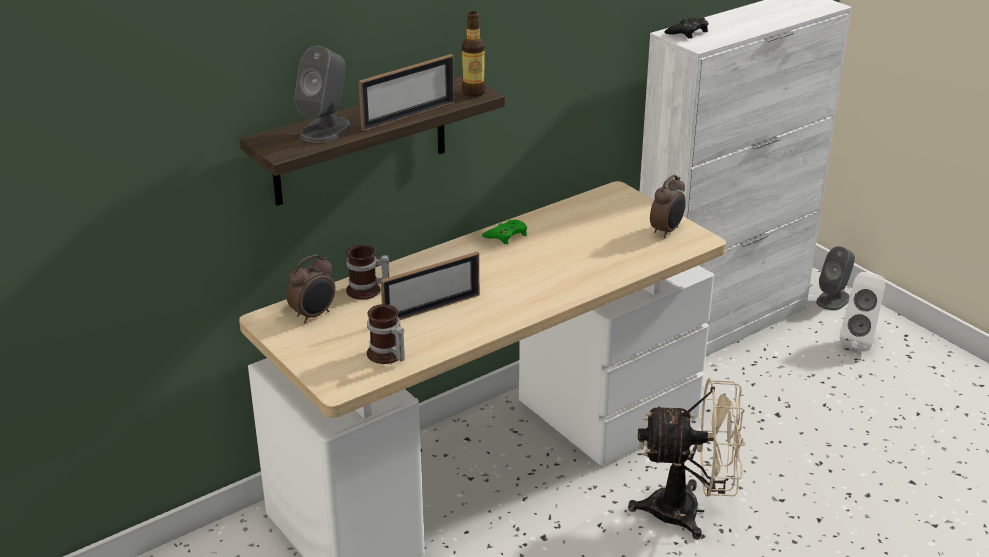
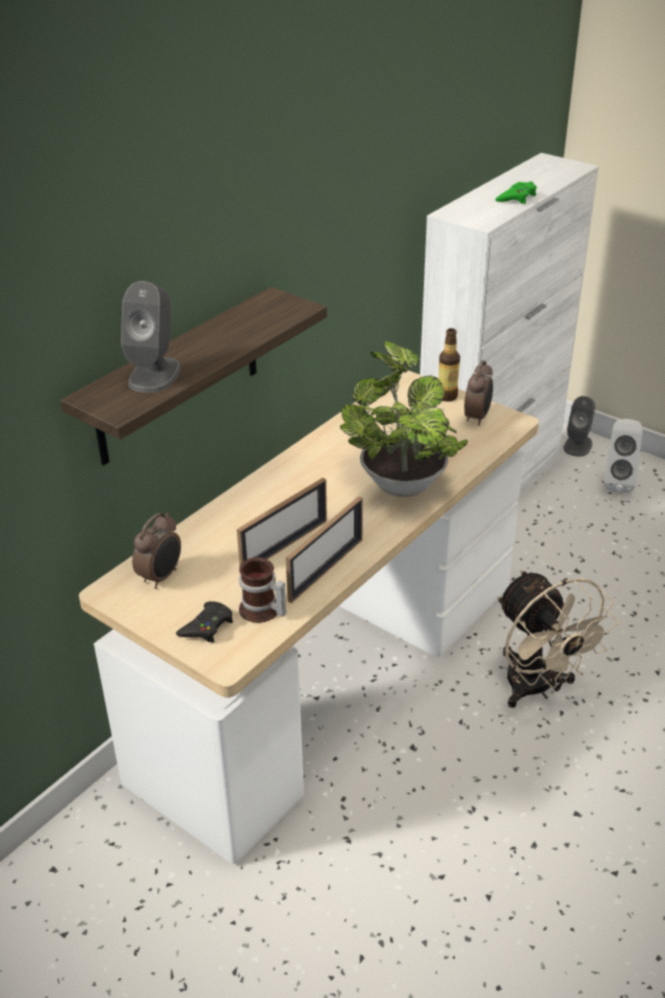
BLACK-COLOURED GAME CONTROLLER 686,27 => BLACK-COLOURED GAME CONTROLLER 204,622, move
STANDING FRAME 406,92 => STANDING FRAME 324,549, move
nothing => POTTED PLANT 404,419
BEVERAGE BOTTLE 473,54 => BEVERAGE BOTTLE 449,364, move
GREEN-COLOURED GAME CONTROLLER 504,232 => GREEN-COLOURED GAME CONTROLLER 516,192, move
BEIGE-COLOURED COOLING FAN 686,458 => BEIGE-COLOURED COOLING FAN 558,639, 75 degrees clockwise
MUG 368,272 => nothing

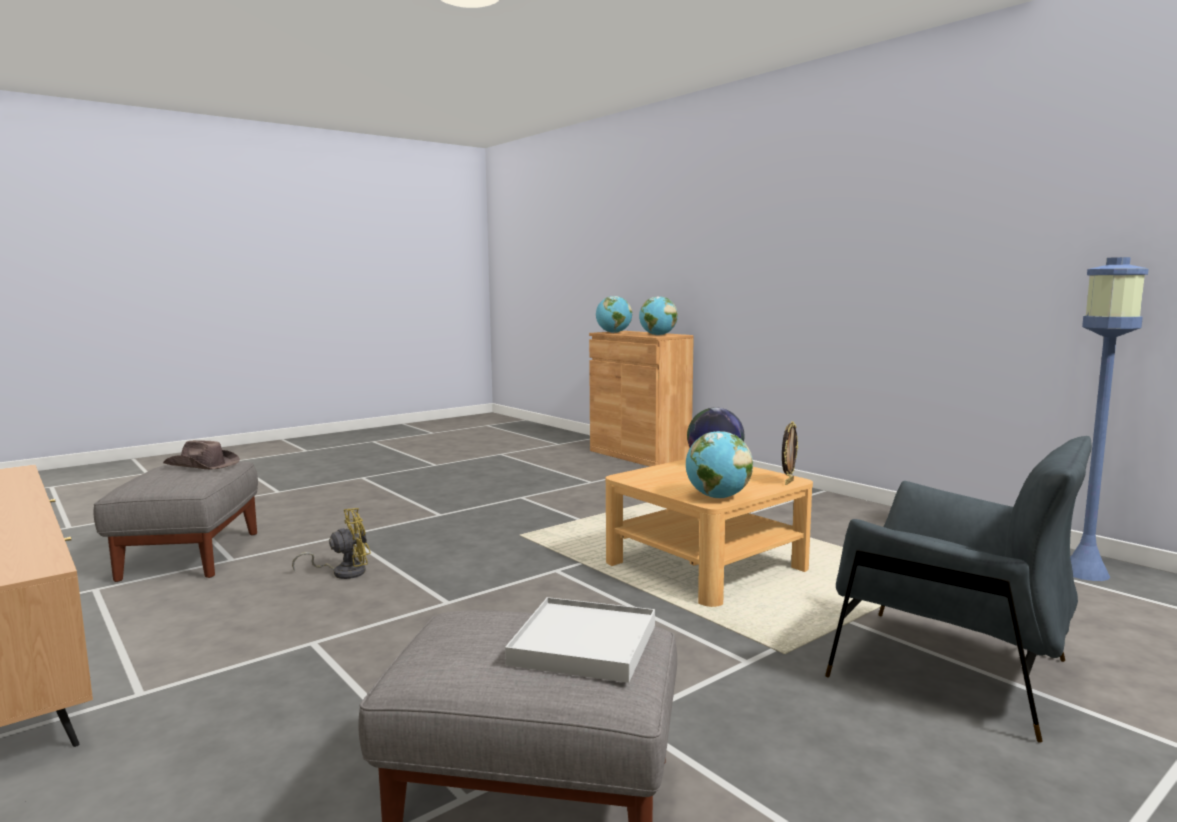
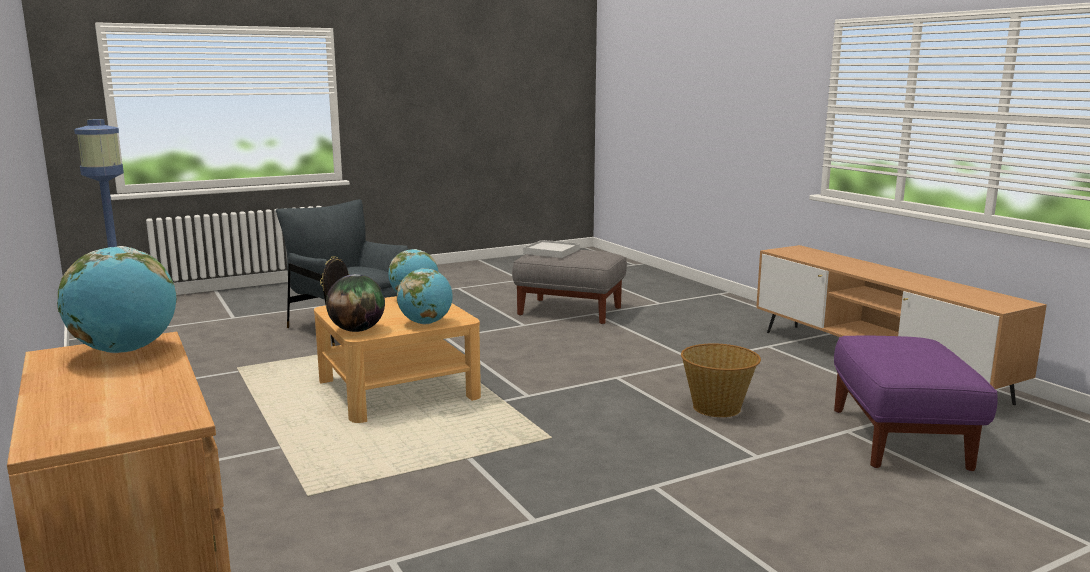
WORLD GLOBE 614,314 => WORLD GLOBE 425,296, move
YELLOW COOLING FAN 331,543 => HOUSEHOLD BASKET 721,380
GREY OTTOMAN 176,521 => PURPLISH OTTOMAN 916,403
BROWN-COLOURED CLOTHING HAT 201,454 => nothing

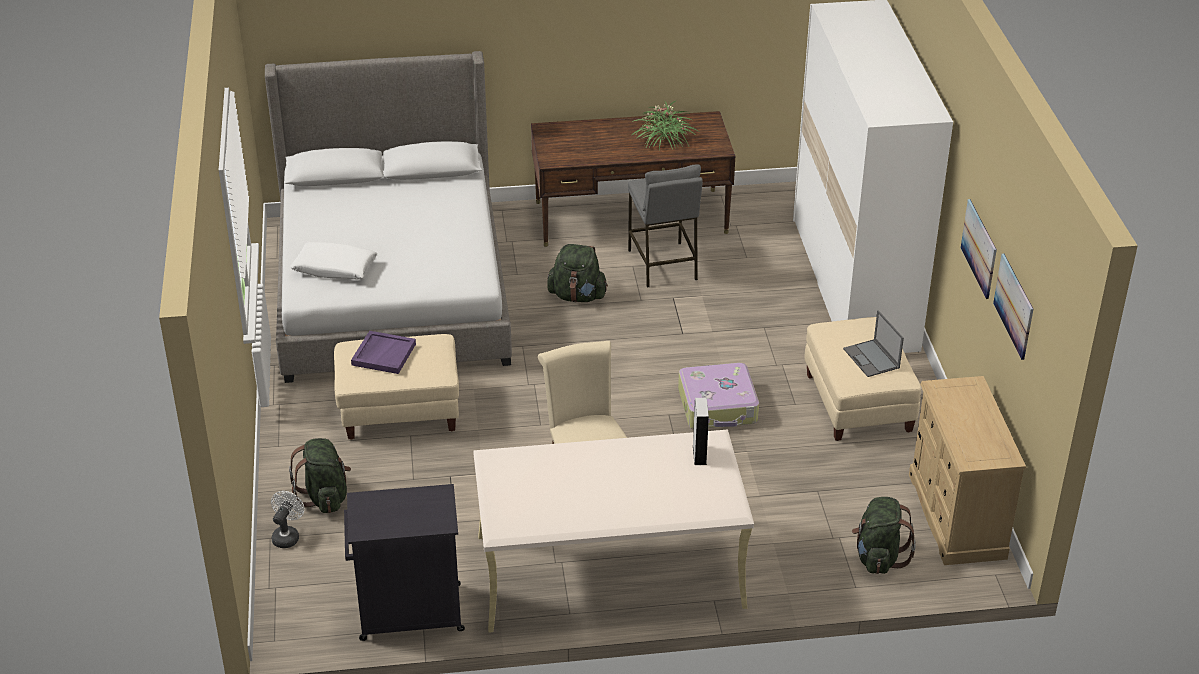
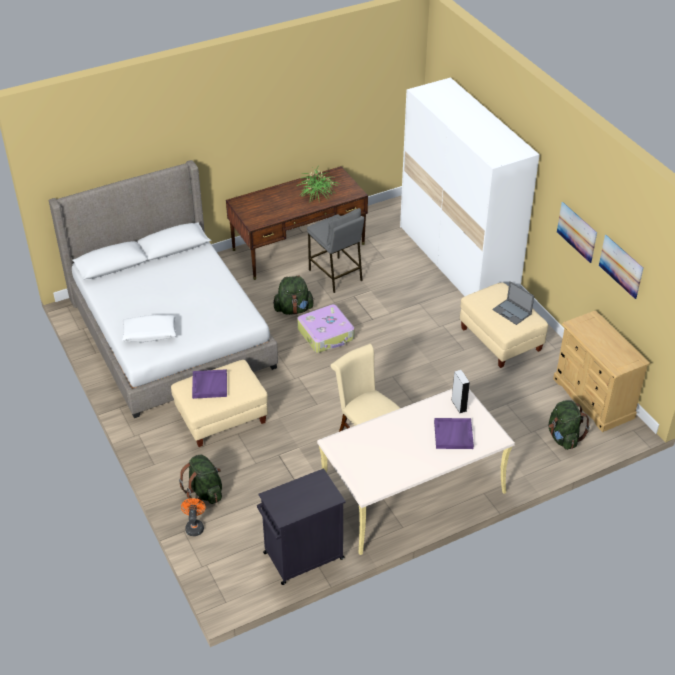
WHITE-COLOURED COOLING FAN 288,519 => ORANGE-COLOURED COOLING FAN 193,517
TRAVEL CASE 718,396 => TRAVEL CASE 325,328, move
nothing => PURPLISH SERVING TRAY 454,433

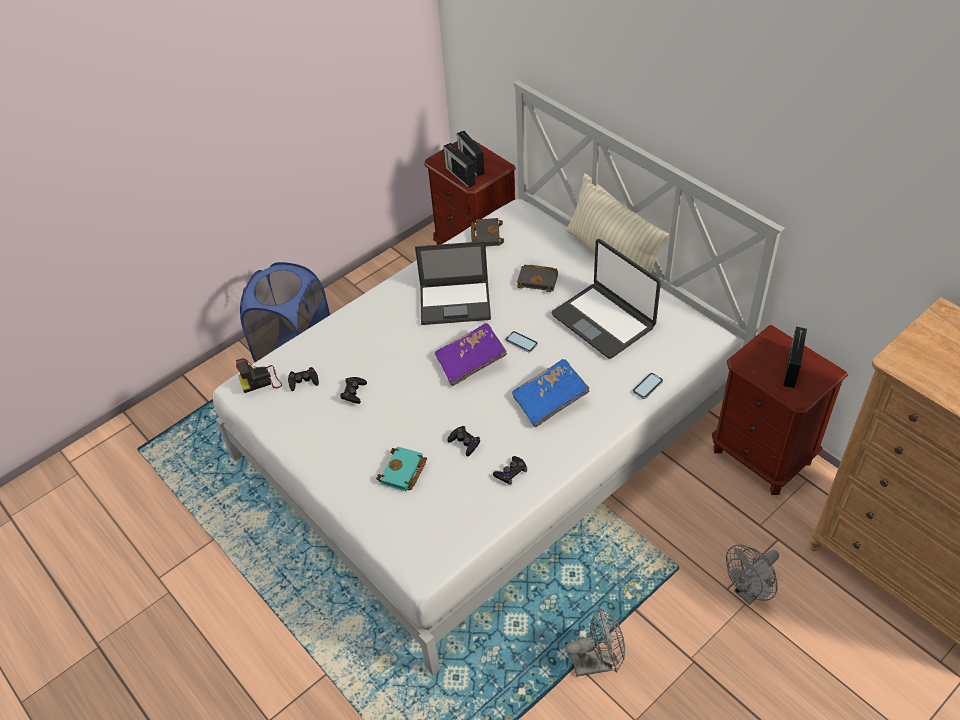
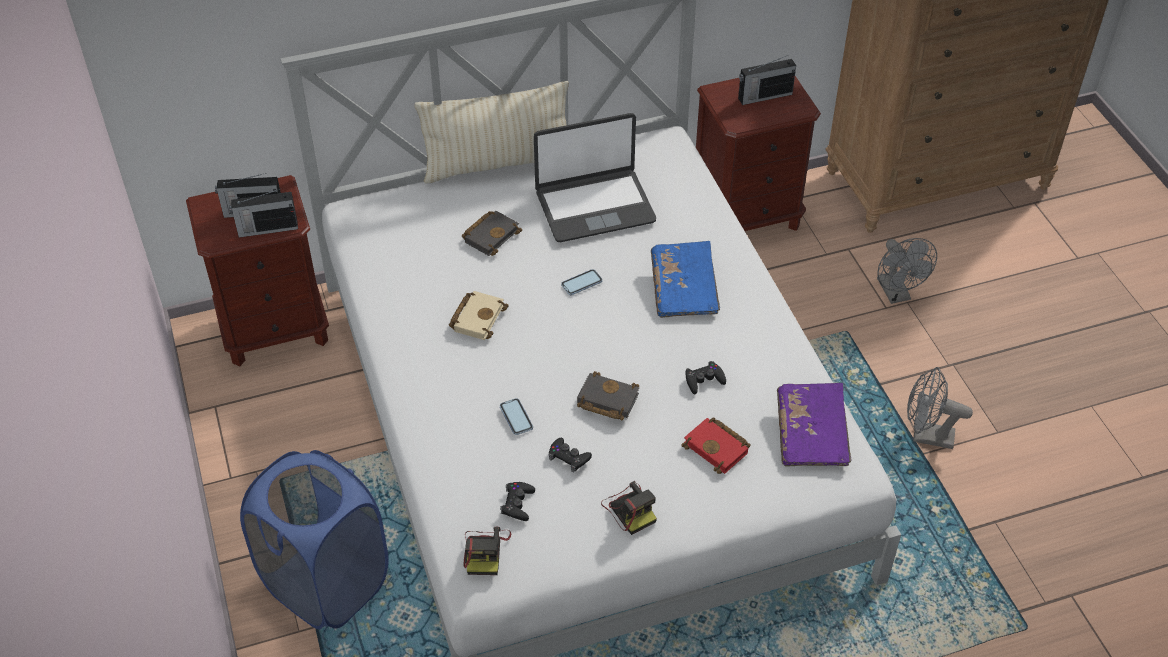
NOTEBOOK COMPUTER 453,283 => BEIGE-COLOURED VOLUME 479,315
PHONE 648,386 => PHONE 516,416, move
BLACK-COLOURED VOLUME 487,232 => BLACK-COLOURED VOLUME 608,395, move
nothing => STILL CAMERA 629,508
TURQUOISE-COLOURED VOLUME 401,468 => REDDISH VOLUME 716,445
RADIO SET 795,357 => RADIO SET 767,80, 60 degrees counterclockwise
PURPLISH VOLUME 471,354 => PURPLISH VOLUME 814,424, move
GREY COOLING FAN 595,642 => GREY COOLING FAN 940,408, 90 degrees counterclockwise
BLACK-COLOURED GAME CONTROLLER 510,470 => nothing

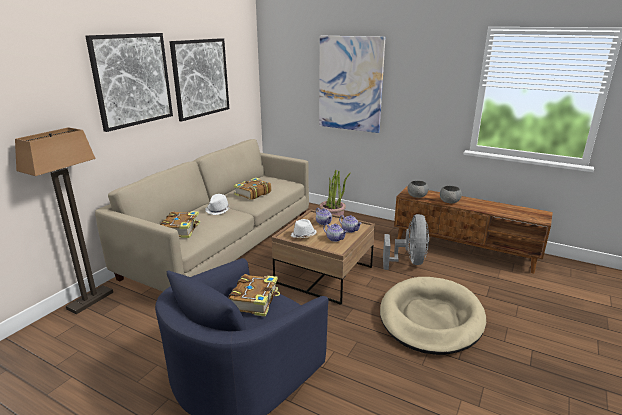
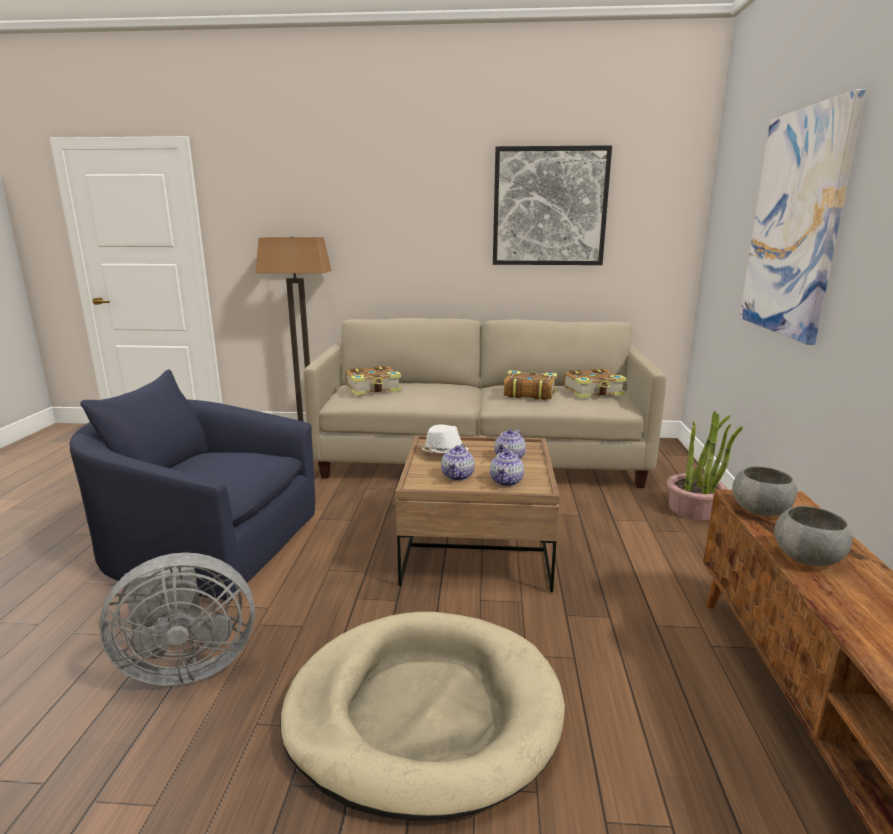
GREY COOLING FAN 406,242 => GREY COOLING FAN 177,619, move
VOLUME 254,295 => VOLUME 595,383, move
WALL PICTURE 129,82 => nothing
WHITE-COLOURED CLOTHING HAT 218,204 => nothing

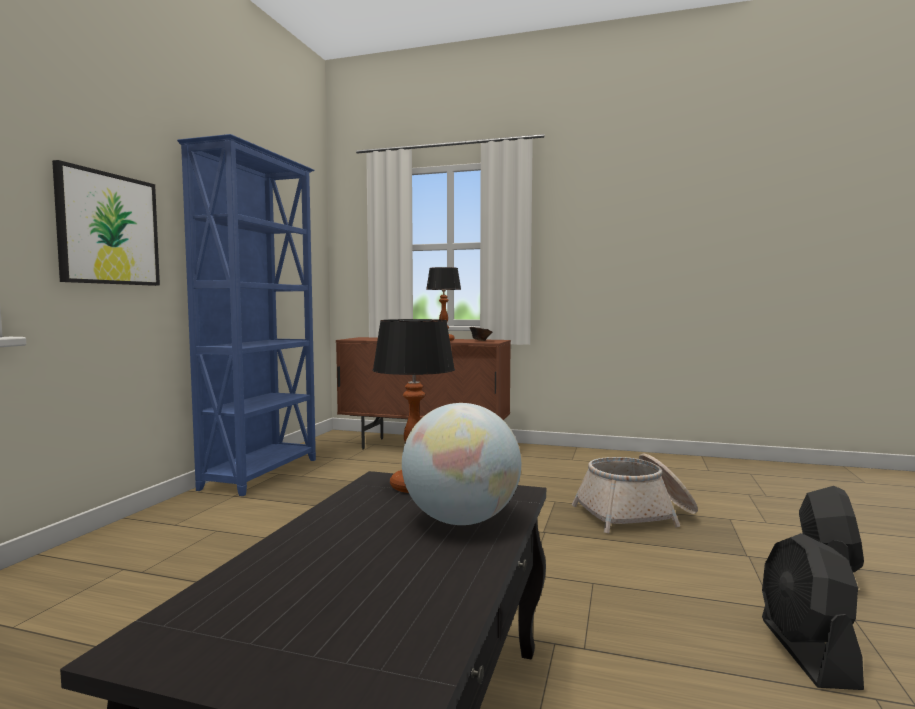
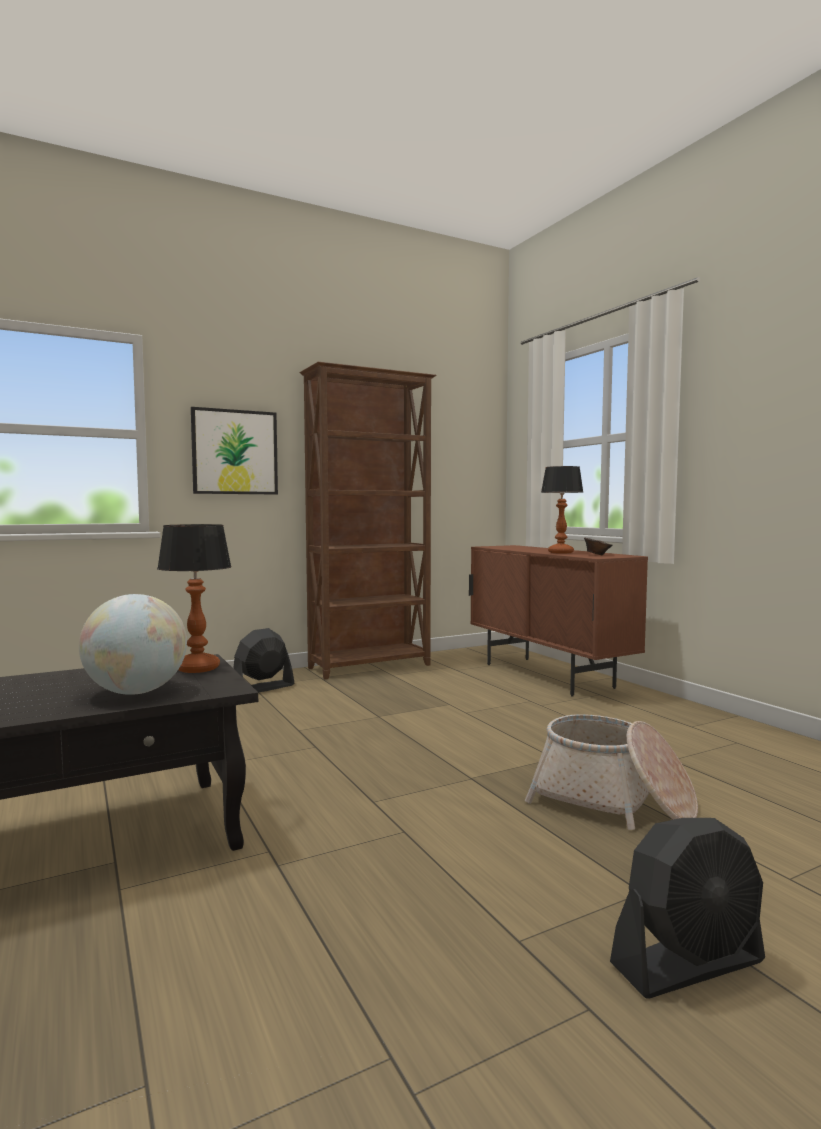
BLACK-COLOURED COOLING FAN 813,611 => BLACK-COLOURED COOLING FAN 263,660, move
BLUE-COLOURED BOOKSHELF 246,315 => BROWN-COLOURED BOOKSHELF 368,520

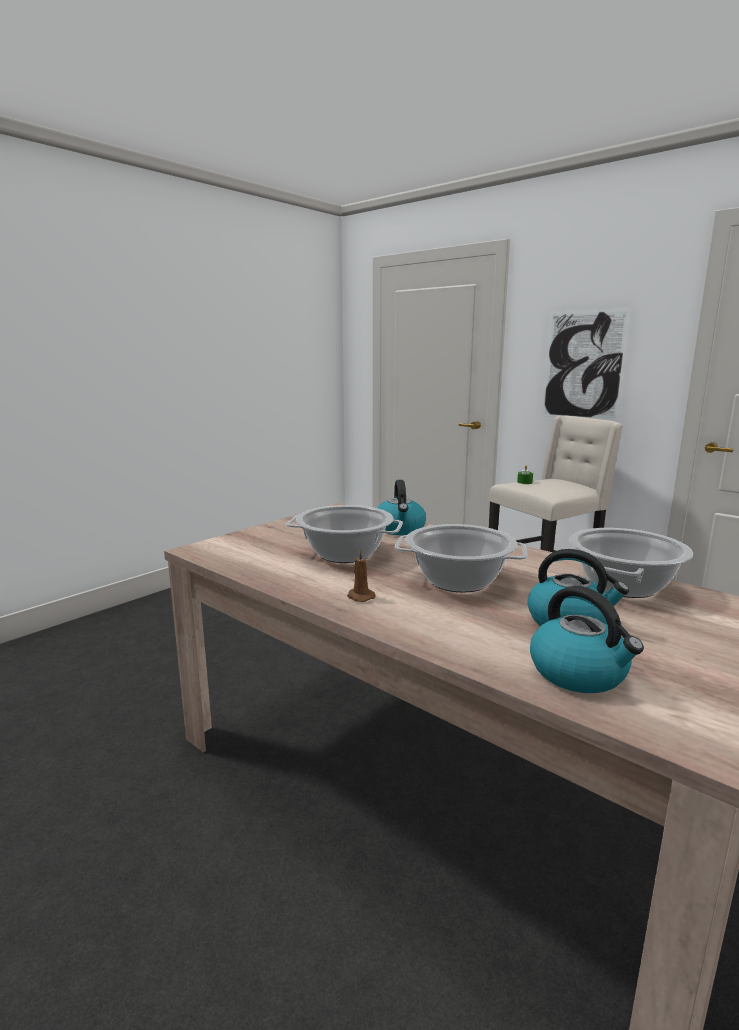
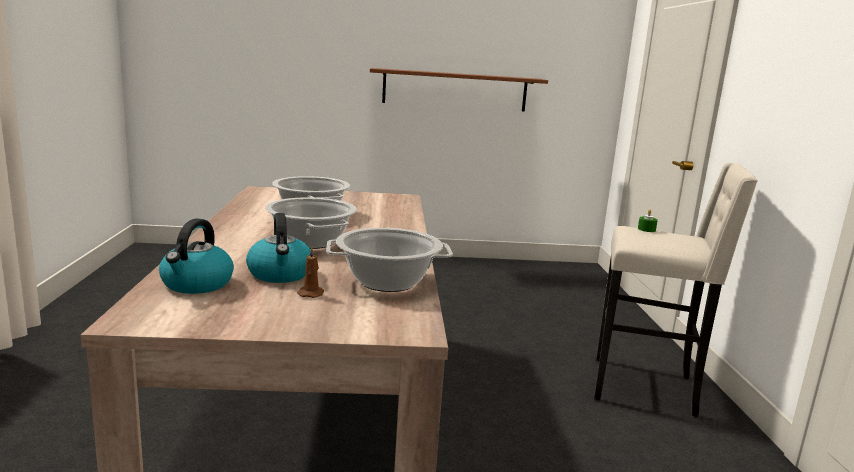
BROWN-COLOURED CANDLE 361,575 => BROWN-COLOURED CANDLE 310,272, move
nothing => BROWN-COLOURED SHELF 459,90
WATER KETTLE 401,507 => nothing
WALL PICTURE 586,365 => nothing

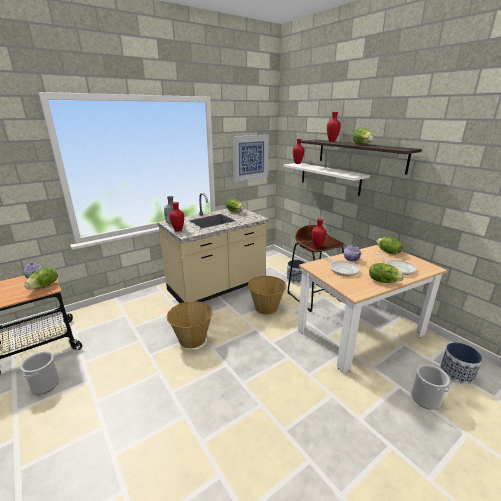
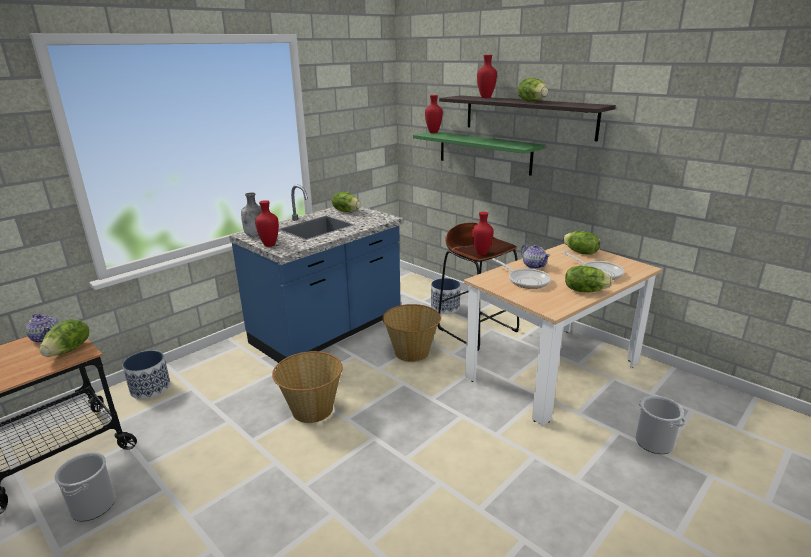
PLANT POT 461,363 => PLANT POT 146,374, move
BEIGE-COLOURED COUNTER 213,248 => BLUE-COLOURED COUNTER 316,274
WHITE-COLOURED SHELF 326,179 => GREEN-COLOURED SHELF 479,154
WALL PICTURE 251,158 => nothing

